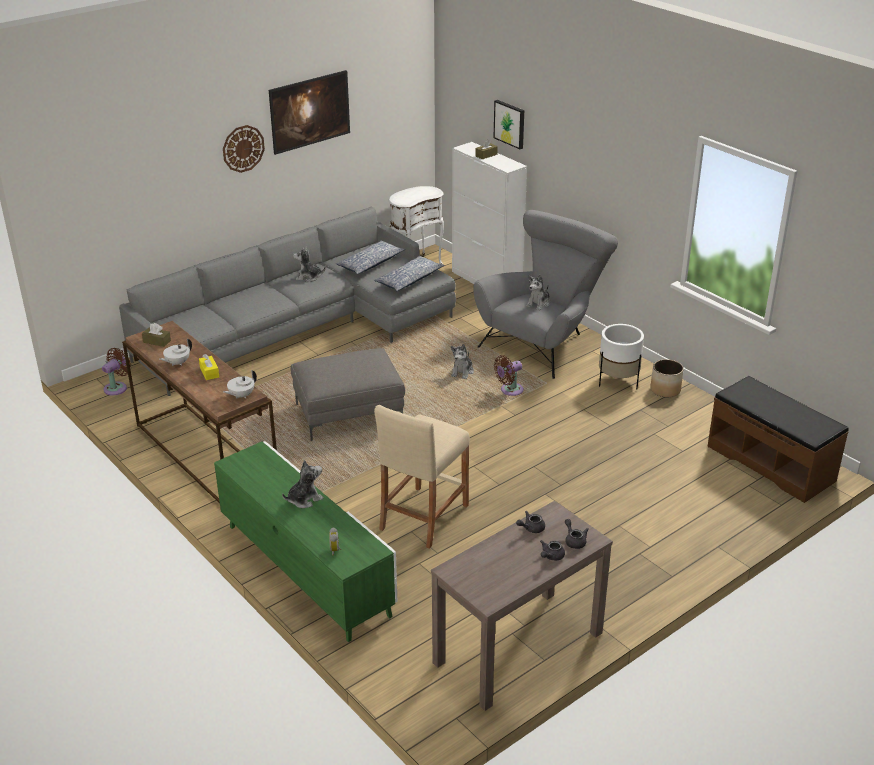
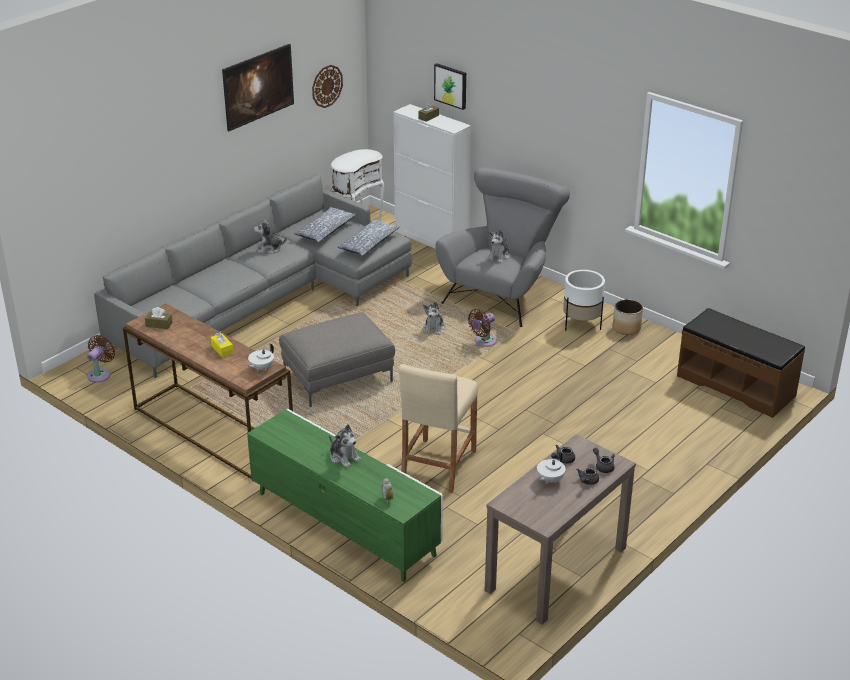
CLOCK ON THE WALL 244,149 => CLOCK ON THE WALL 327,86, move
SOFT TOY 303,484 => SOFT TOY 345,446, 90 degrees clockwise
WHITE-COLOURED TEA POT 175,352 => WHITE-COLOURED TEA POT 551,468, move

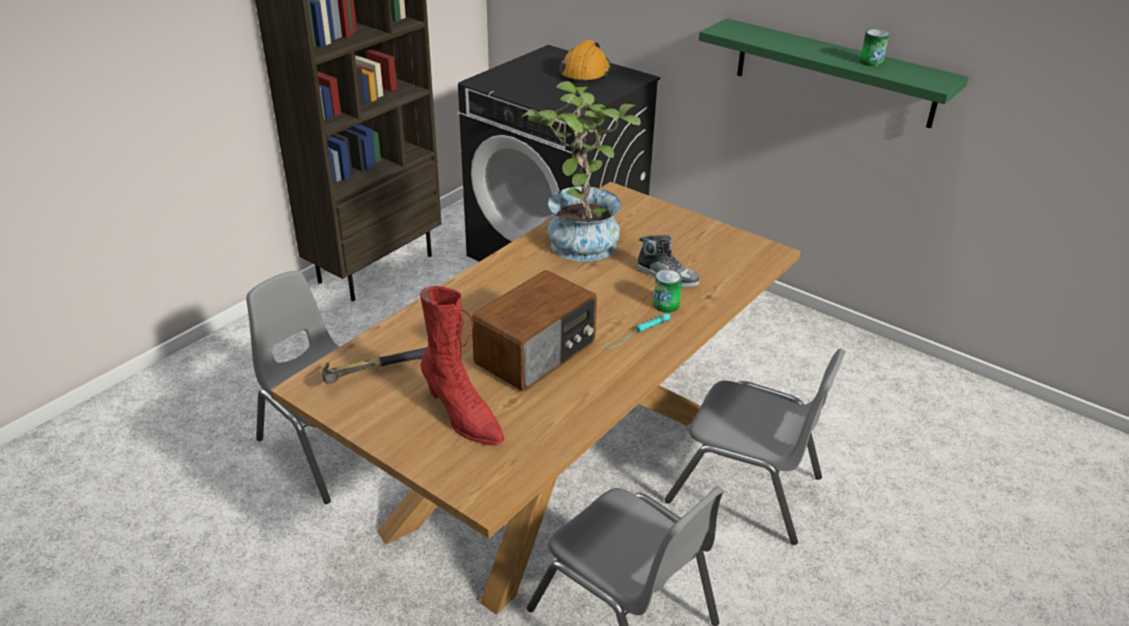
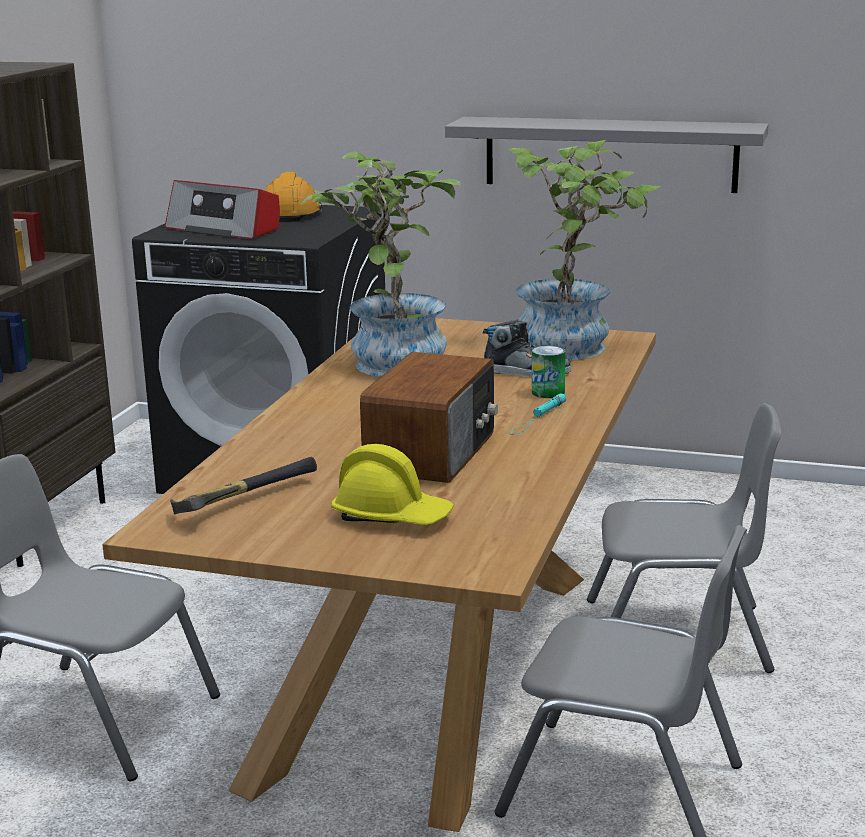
nothing => RADIO SET 222,209
REDDISH TALL BOOT 461,366 => YELLOW SAFETY HELMET 392,484
GREEN-COLOURED SHELF 834,73 => GREY SHELF 606,155
nothing => POTTED PLANT 584,250
SEALED CAN 874,48 => nothing

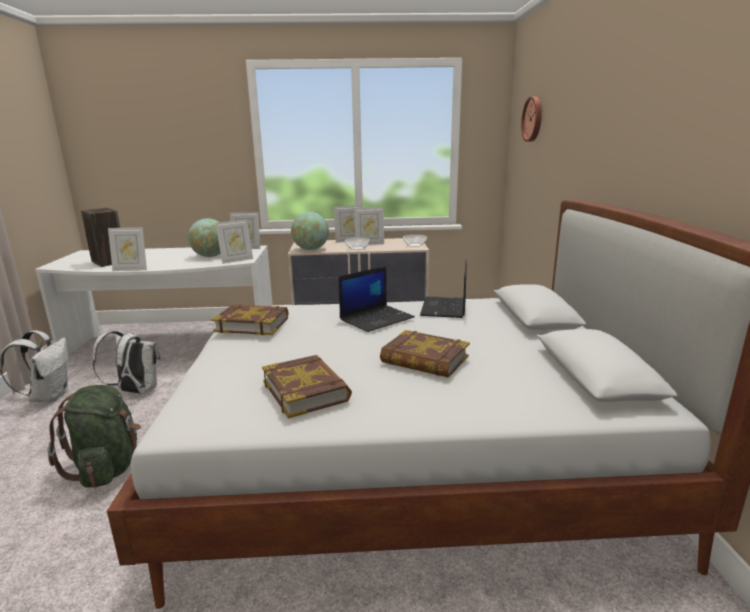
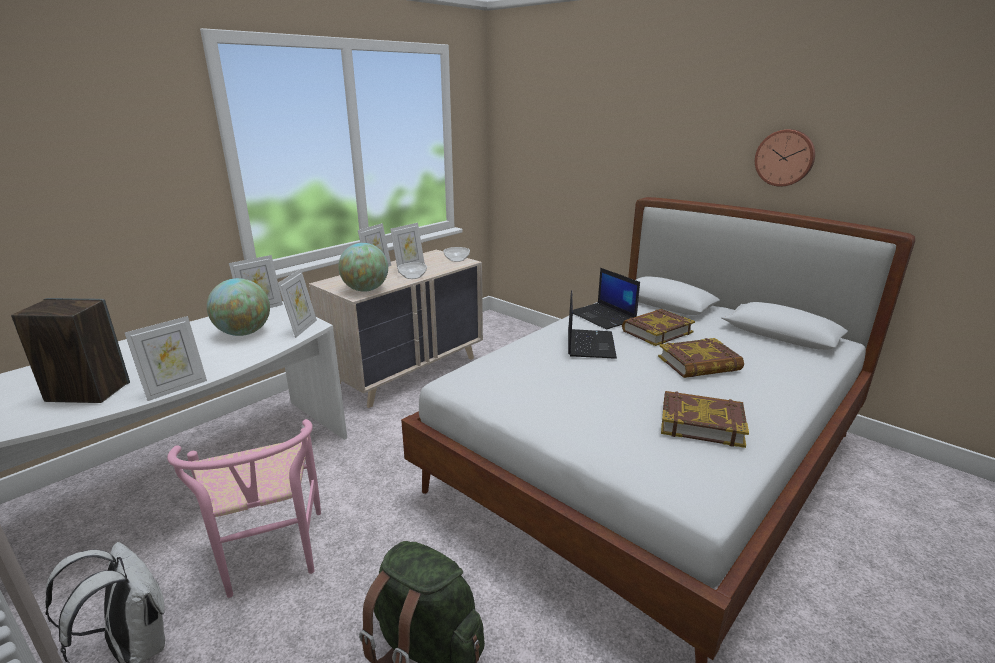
WHITE-COLOURED RUCKSACK 126,362 => PINK-COLOURED PLAIN CHAIR 244,508
VOLUME 249,319 => VOLUME 658,327, move
CLOCK ON THE WALL 531,119 => CLOCK ON THE WALL 785,158, move

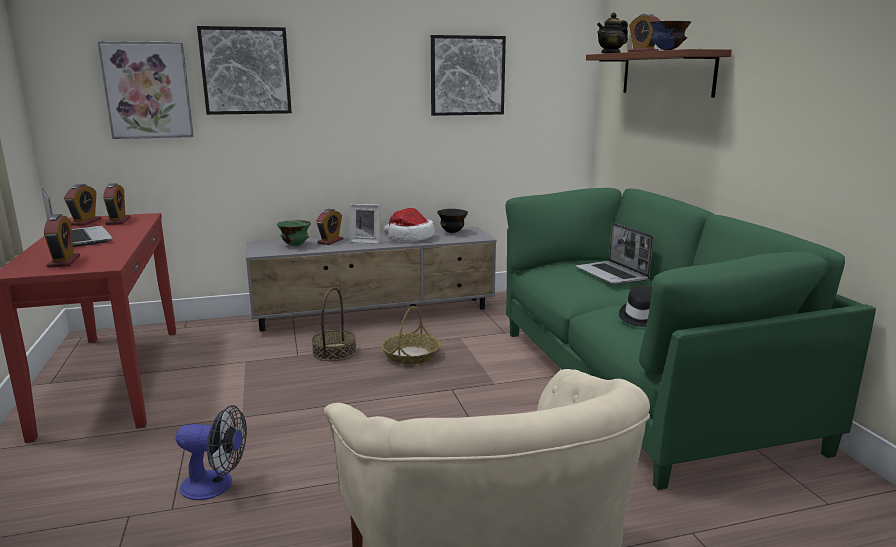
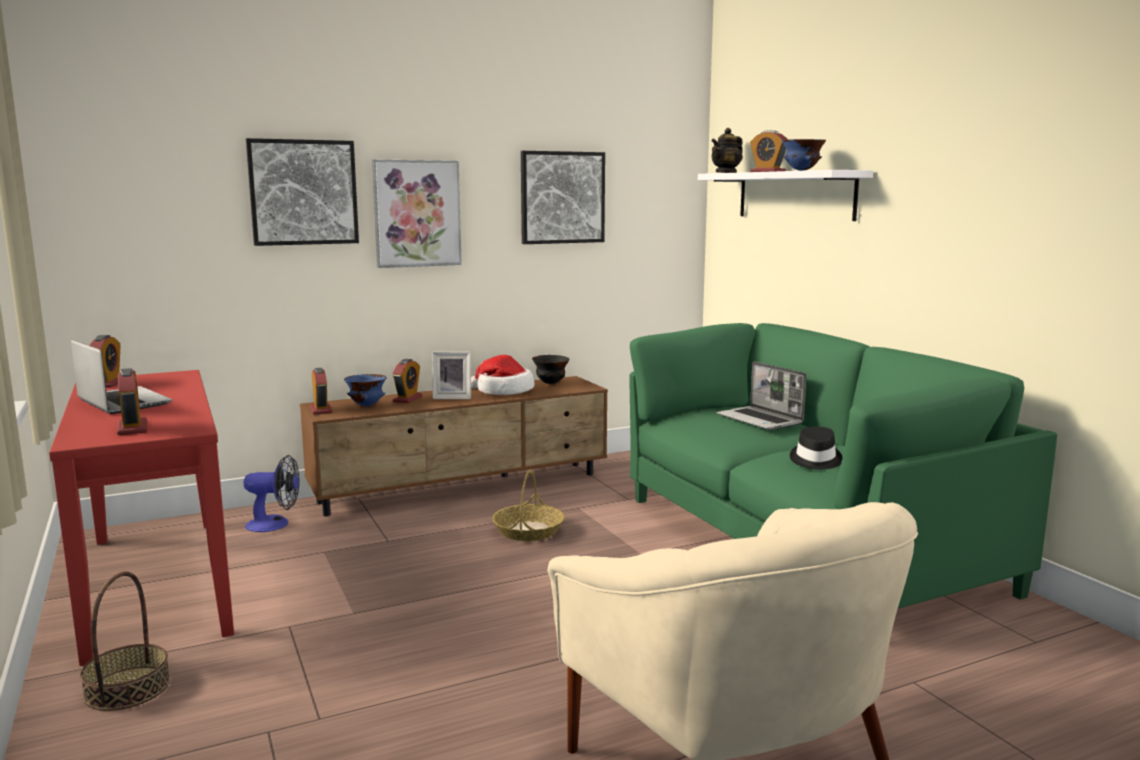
HOUSEHOLD BASKET 334,324 => HOUSEHOLD BASKET 125,641, move
COOLING FAN 211,452 => COOLING FAN 271,493, move
GREY TV STAND 371,279 => BROWN-COLOURED TV STAND 454,446
ALARM CLOCK 116,204 => ALARM CLOCK 321,391, move
GREEN-COLOURED BOWL 294,233 => BLUE-COLOURED BOWL 365,390
WALL PICTURE 145,90 => WALL PICTURE 417,213, move
BROWN-COLOURED SHELF 659,73 => WHITE-COLOURED SHELF 785,195

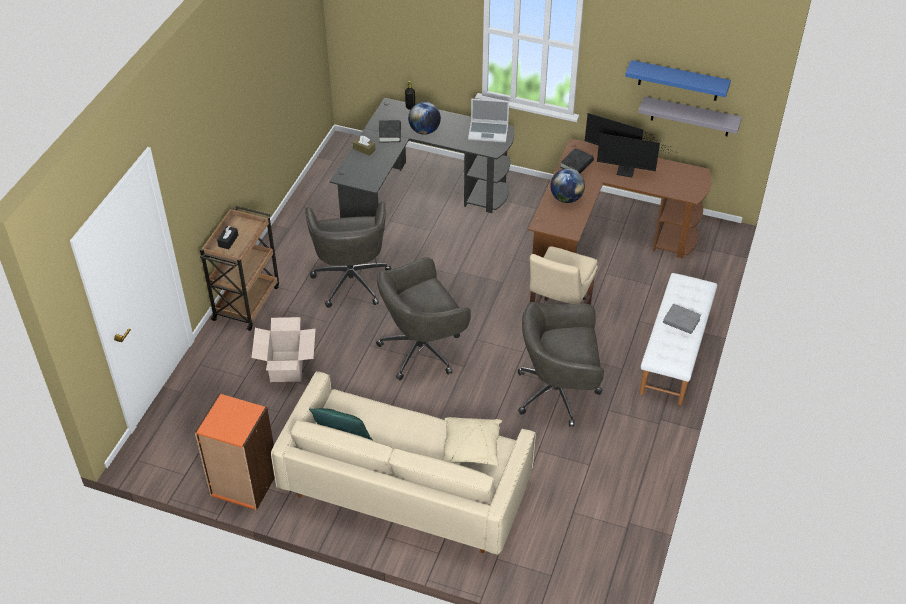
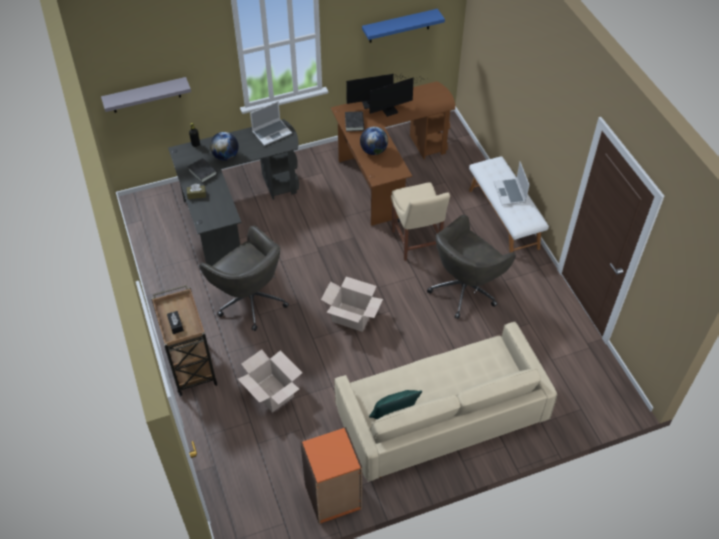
GREY SHELF 690,116 => GREY SHELF 146,95, move
GREY OFFICE CHAIR 423,318 => CARDBOARD BOX 352,304
GREY VOLUME 682,319 => NOTEBOOK COMPUTER 512,184
BEIGE-COLOURED PILLOW 472,442 => nothing

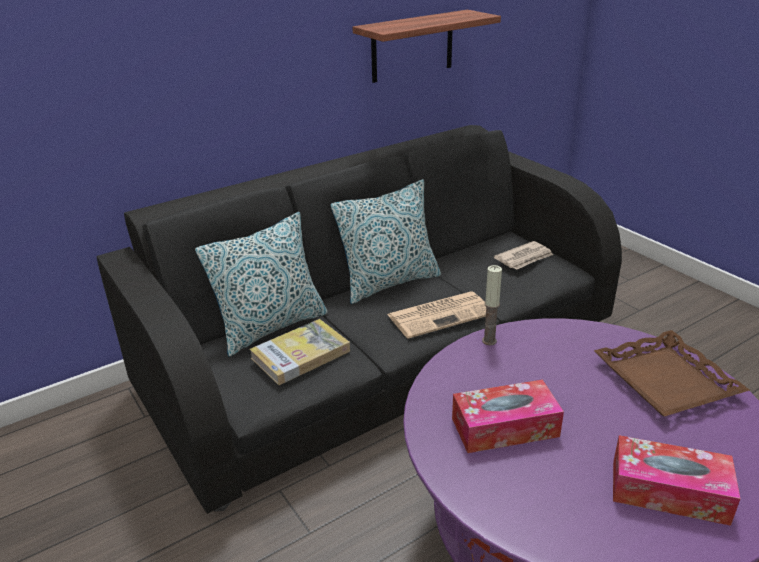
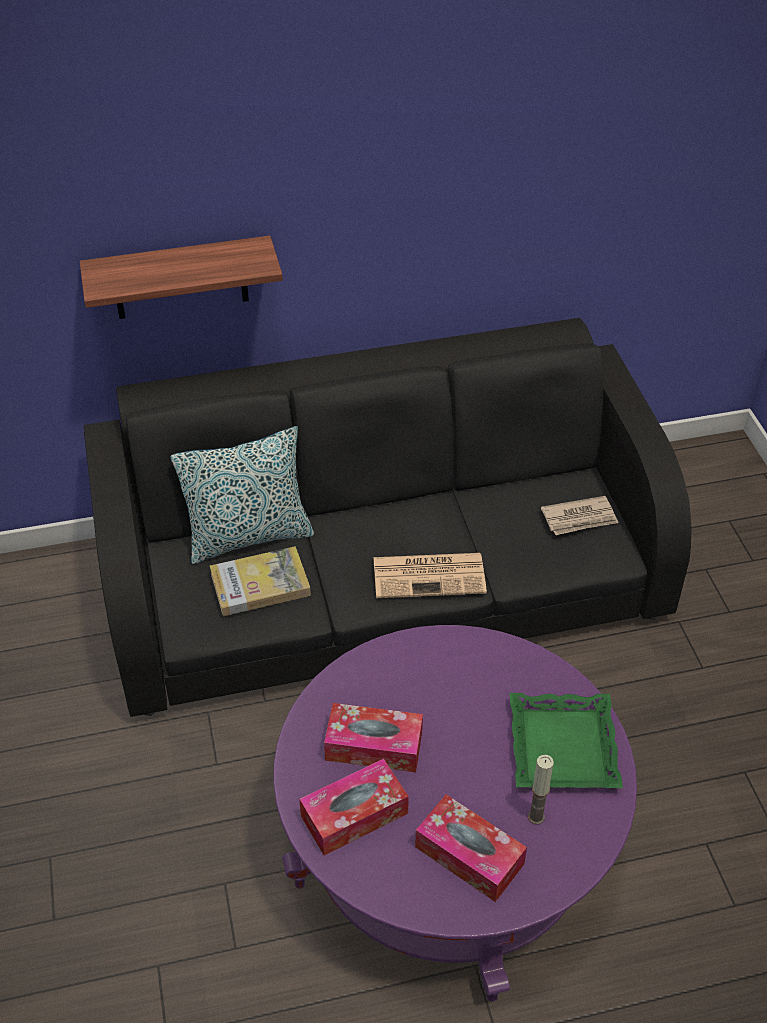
SHELF 426,46 => SHELF 181,277, move
nothing => TISSUE BOX 354,807
BROWN-COLOURED SERVING TRAY 672,373 => GREEN-COLOURED SERVING TRAY 566,740
CANDLE 492,305 => CANDLE 541,790, move
PILLOW 386,241 => nothing

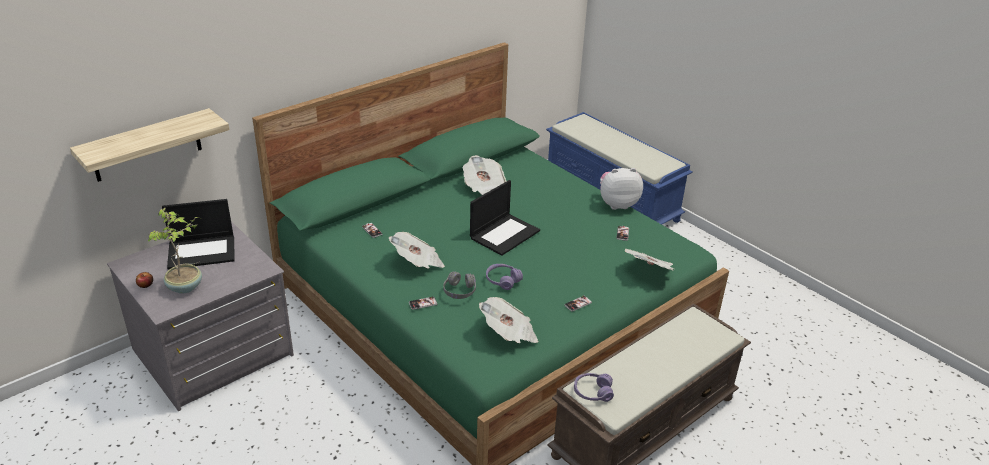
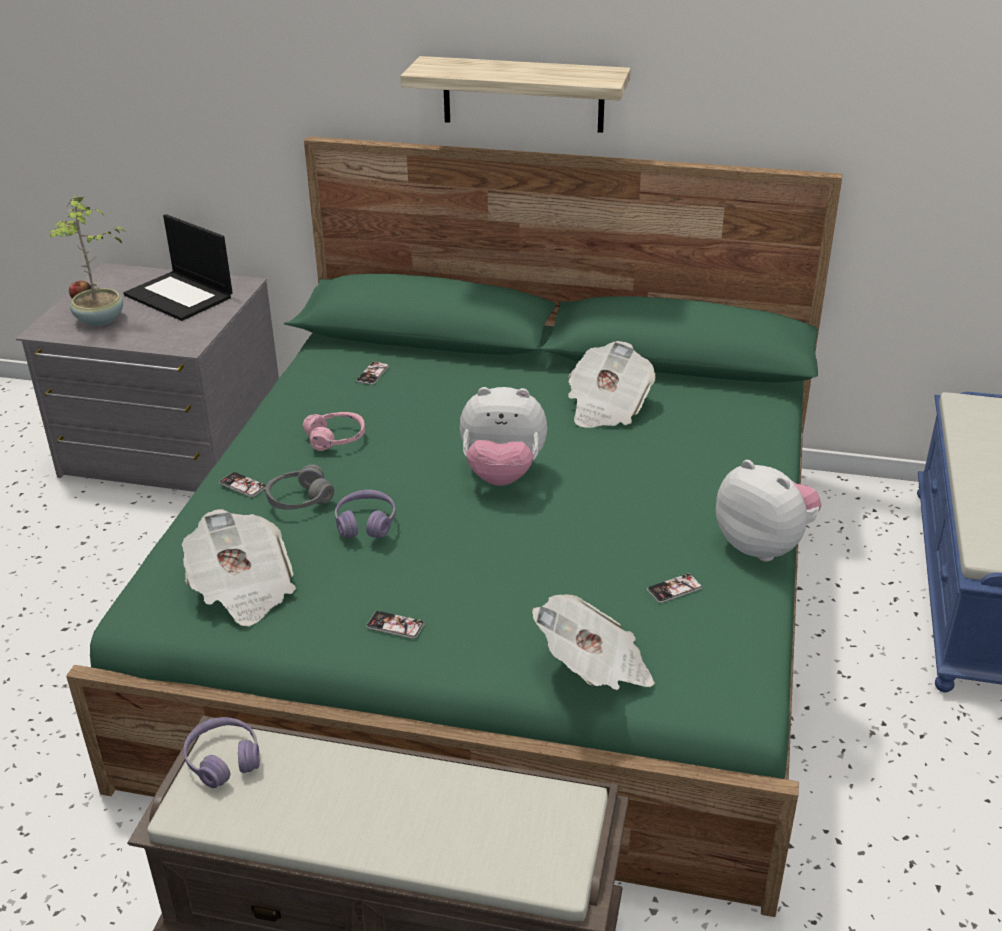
NEWSPAPER 417,250 => PINK-COLOURED PAIR OF HEADPHONES 334,431
SHELF 149,145 => SHELF 516,94, move
NOTEBOOK COMPUTER 505,218 => SOFT TOY 503,436

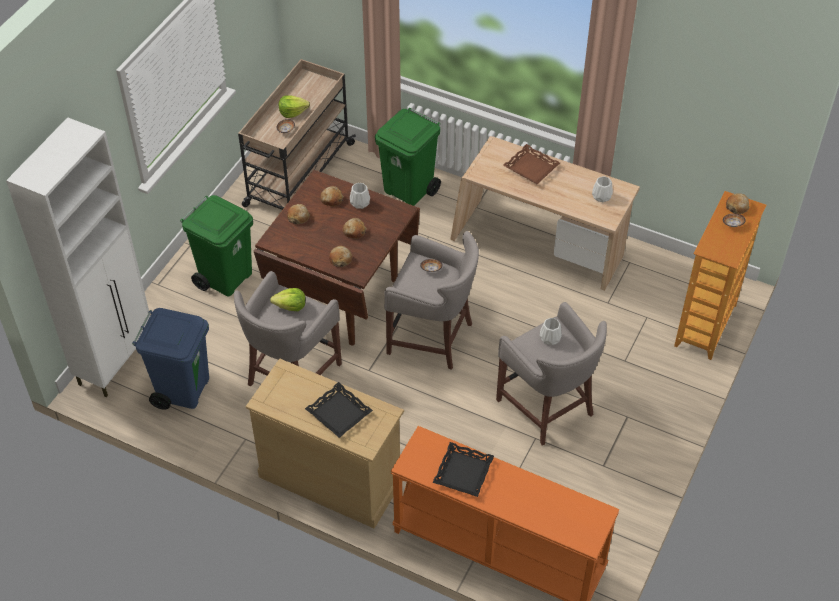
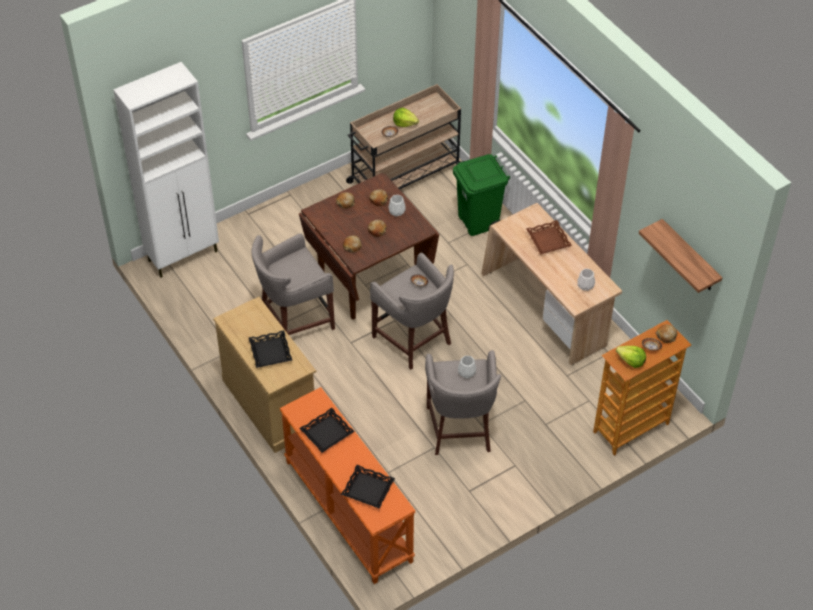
nothing => BLACK-COLOURED SERVING TRAY 368,487
HEAD OF LETTUCE 288,299 => HEAD OF LETTUCE 631,357, move
nothing => SHELF 681,256
BLUE-COLOURED WASTE BIN 170,359 => nothing
GREEN-COLOURED WASTE BIN 216,245 => nothing

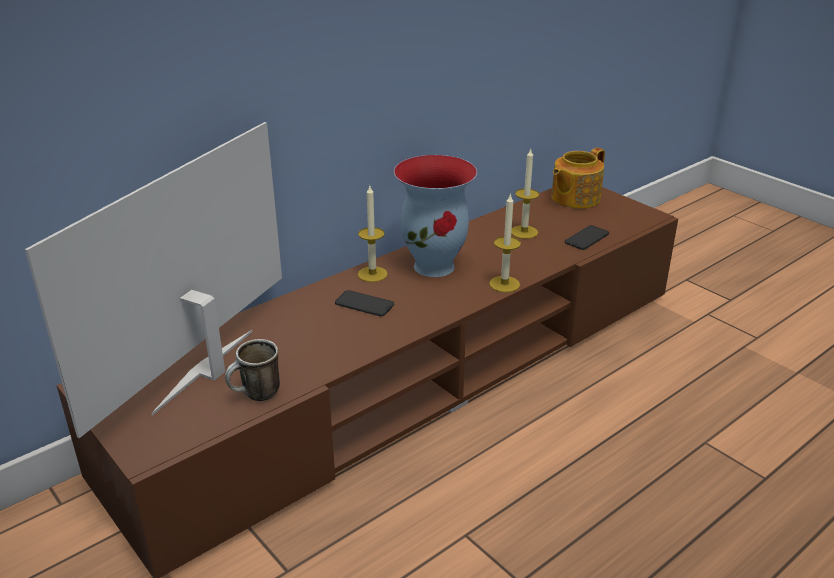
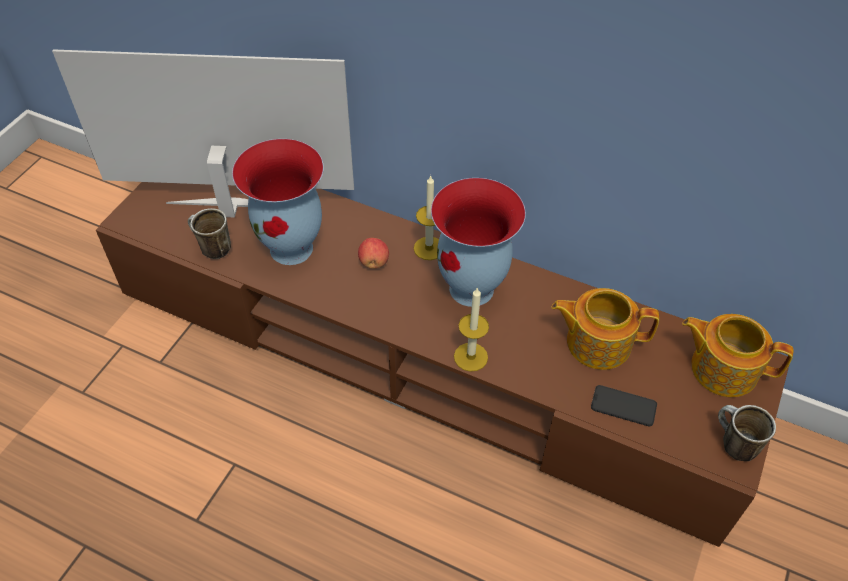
nothing => DECORATIVE VASE 278,202
PHONE 364,303 => APPLE 373,253
CANDLE 525,193 => TEA POT 605,329
nothing => MUG 747,433

